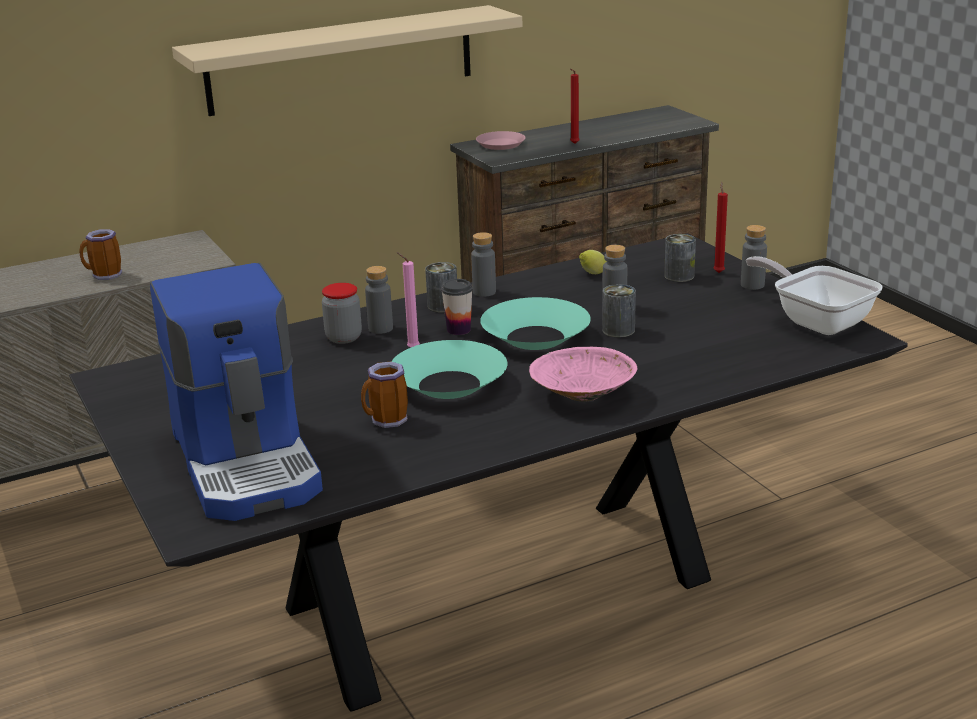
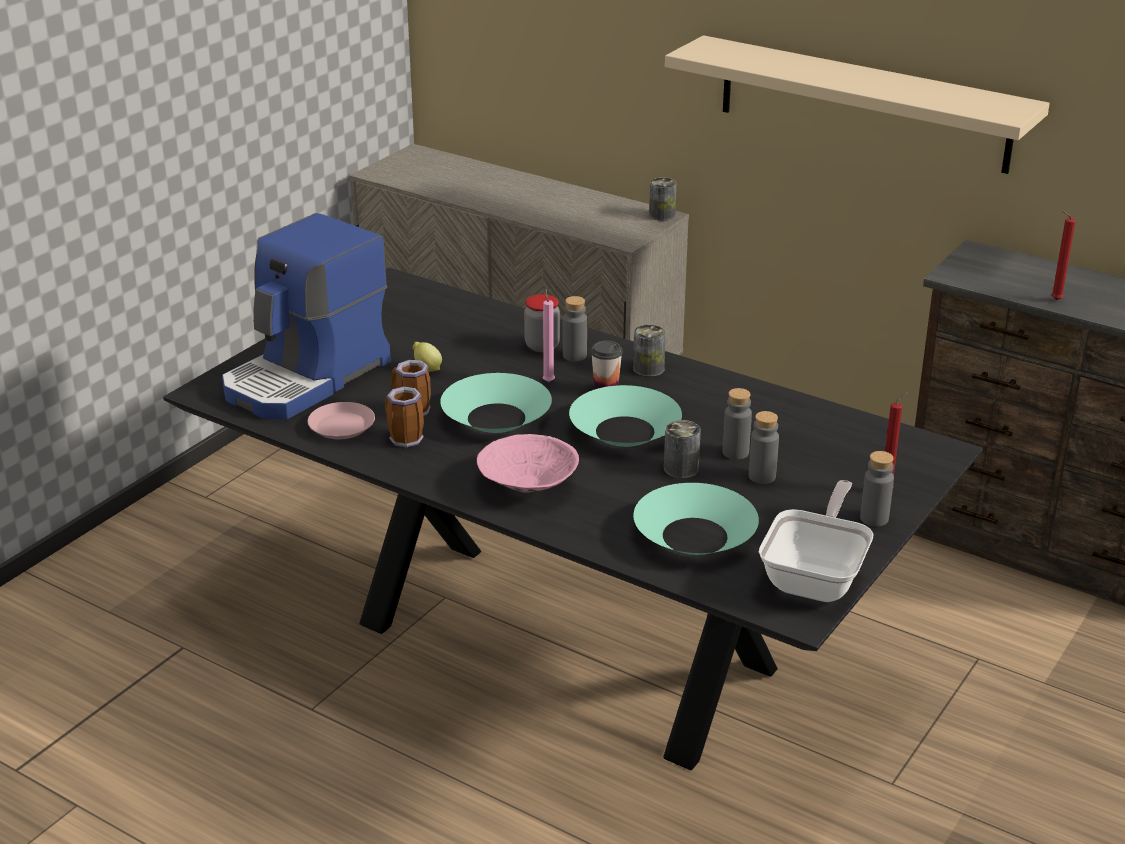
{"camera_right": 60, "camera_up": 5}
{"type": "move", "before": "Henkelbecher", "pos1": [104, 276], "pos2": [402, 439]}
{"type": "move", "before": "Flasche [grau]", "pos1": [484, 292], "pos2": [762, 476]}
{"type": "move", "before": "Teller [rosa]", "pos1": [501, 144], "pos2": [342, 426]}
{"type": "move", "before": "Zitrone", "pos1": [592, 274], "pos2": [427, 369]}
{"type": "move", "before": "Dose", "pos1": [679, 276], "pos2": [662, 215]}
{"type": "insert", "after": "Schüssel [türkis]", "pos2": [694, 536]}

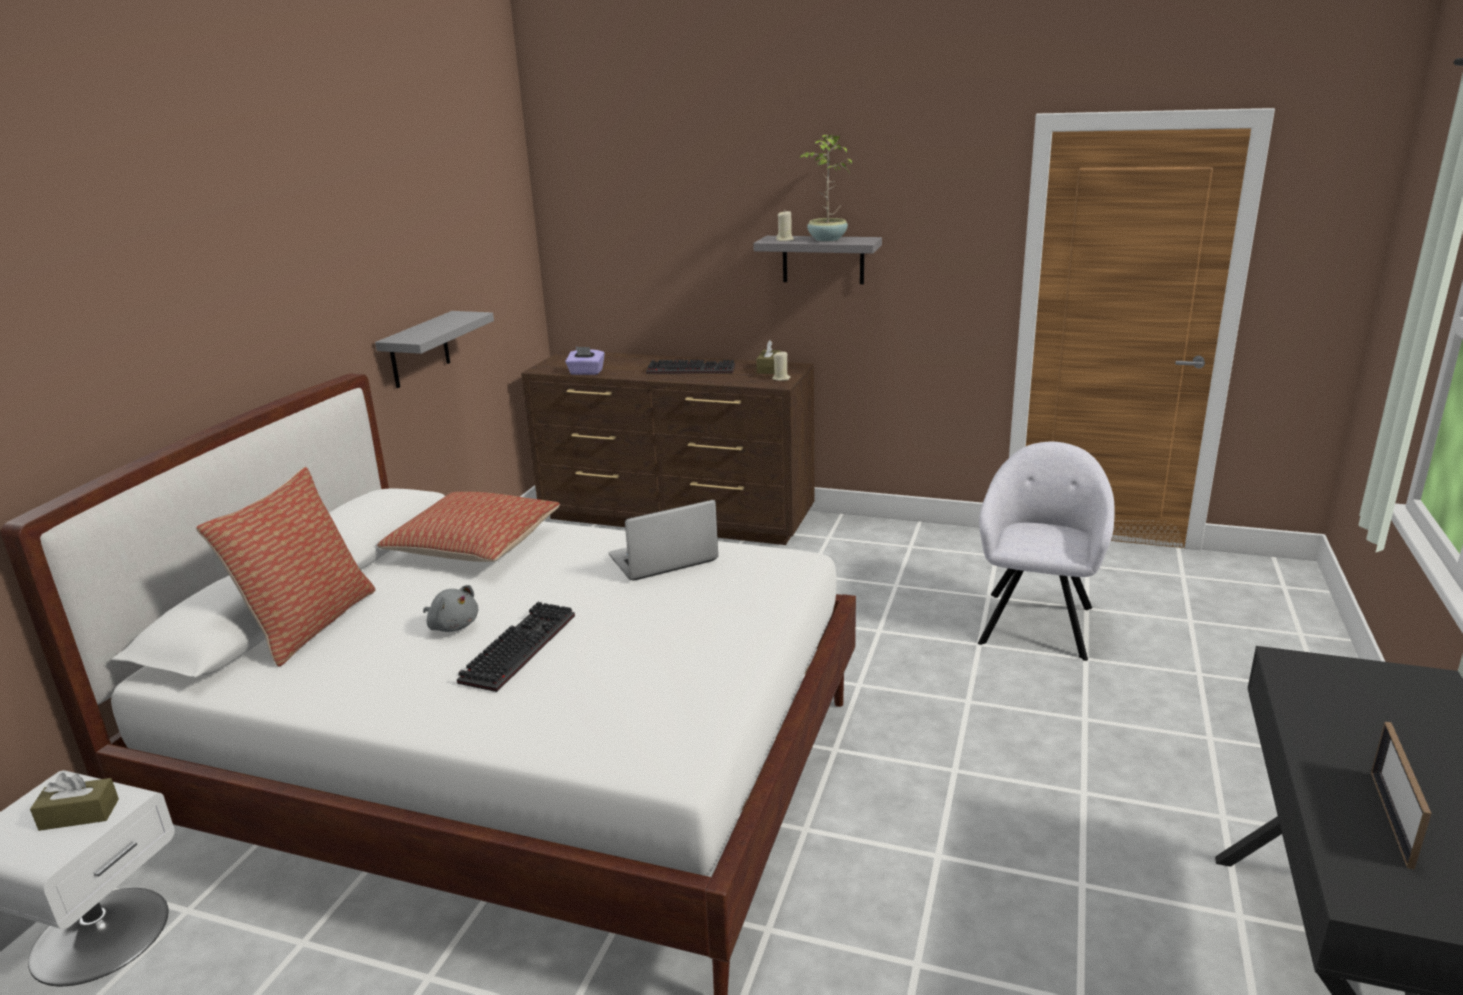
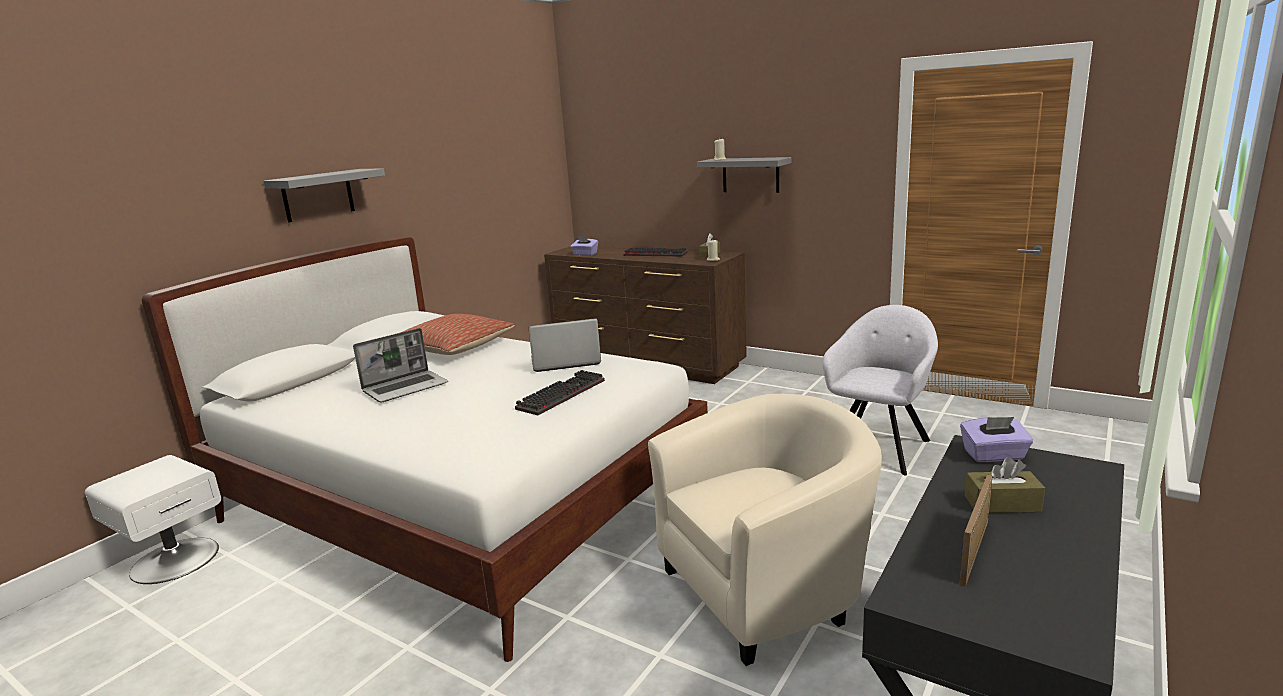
{"camera_right": 15, "camera_up": -5}
{"type": "move", "before": "Taschentuchbox [braun]", "pos1": [79, 814], "pos2": [1002, 504]}
{"type": "delete", "before": "Kissen", "pos1": [308, 624]}
{"type": "move", "before": "Wandregal [grau]", "pos1": [419, 350], "pos2": [318, 195]}
{"type": "replace", "before": "Plüschtier [grau]", "after": "Laptop", "pos1": [453, 626], "pos2": [406, 387]}
{"type": "move", "before": "Tastatur", "pos1": [518, 646], "pos2": [561, 394]}
{"type": "delete", "before": "Topfpflanze", "pos1": [826, 240]}
{"type": "insert", "after": "Sessel [beige]", "pos2": [767, 589]}
{"type": "insert", "after": "Taschentuchbox [lila]", "pos2": [994, 456]}

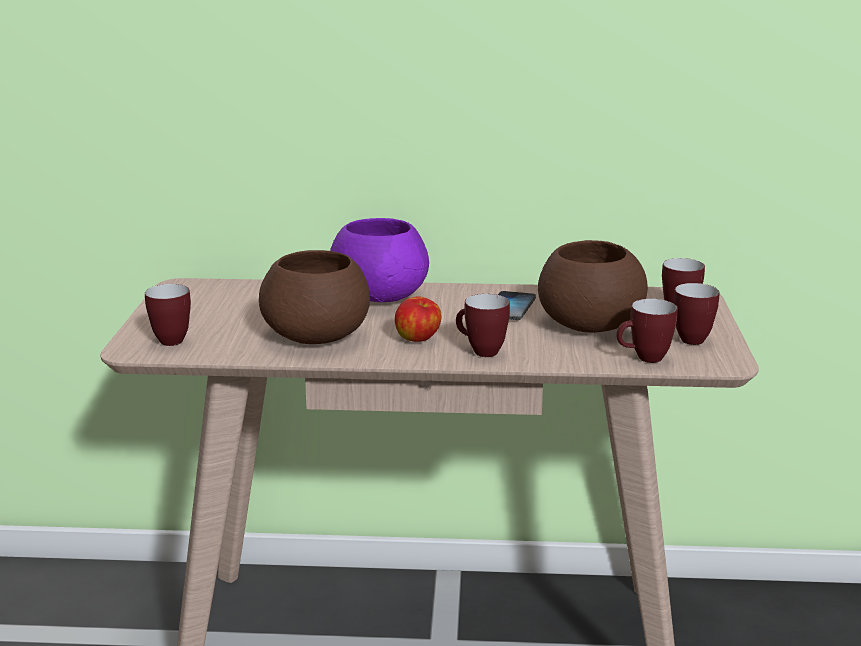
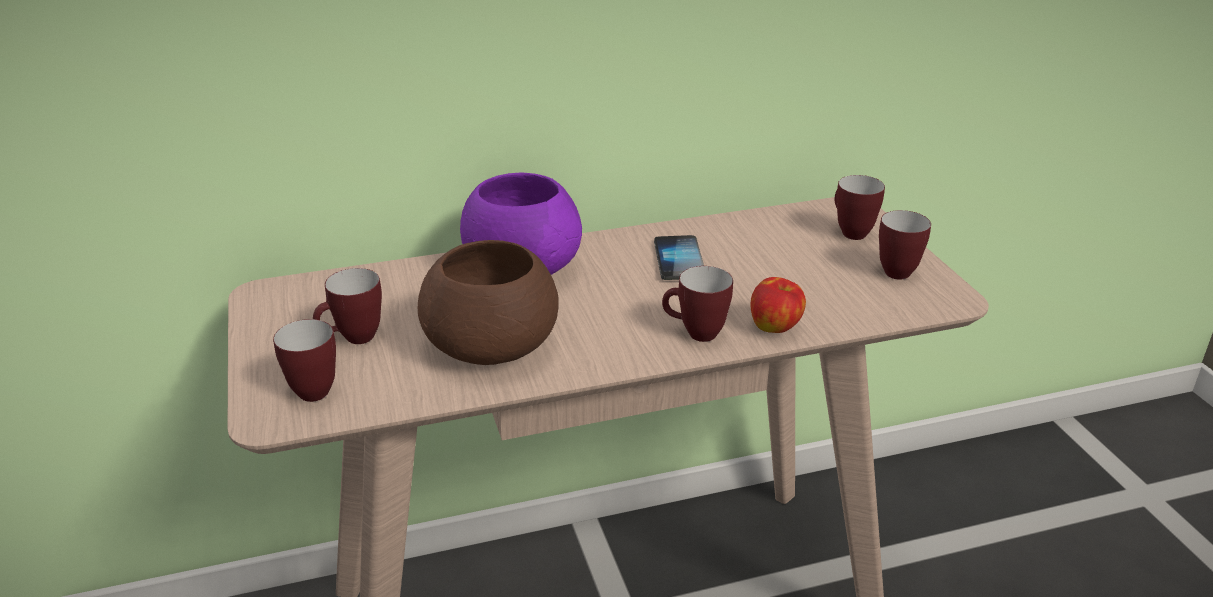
{"camera_right": -20, "camera_up": 10}
{"type": "move", "before": "Apfel", "pos1": [418, 339], "pos2": [775, 327]}
{"type": "delete", "before": "Schüssel [braun]", "pos1": [588, 325]}
{"type": "move", "before": "Henkelbecher", "pos1": [644, 359], "pos2": [353, 340]}

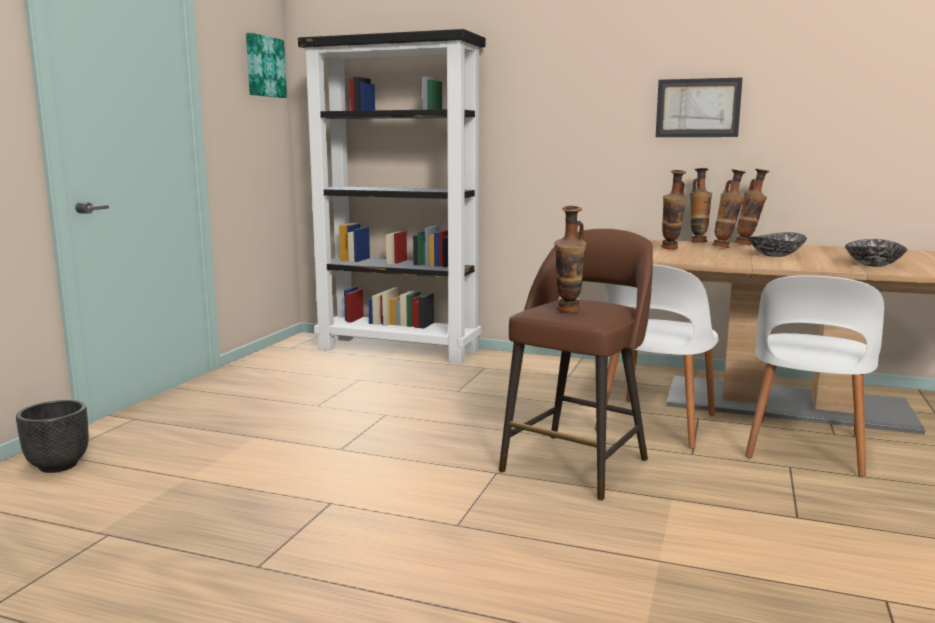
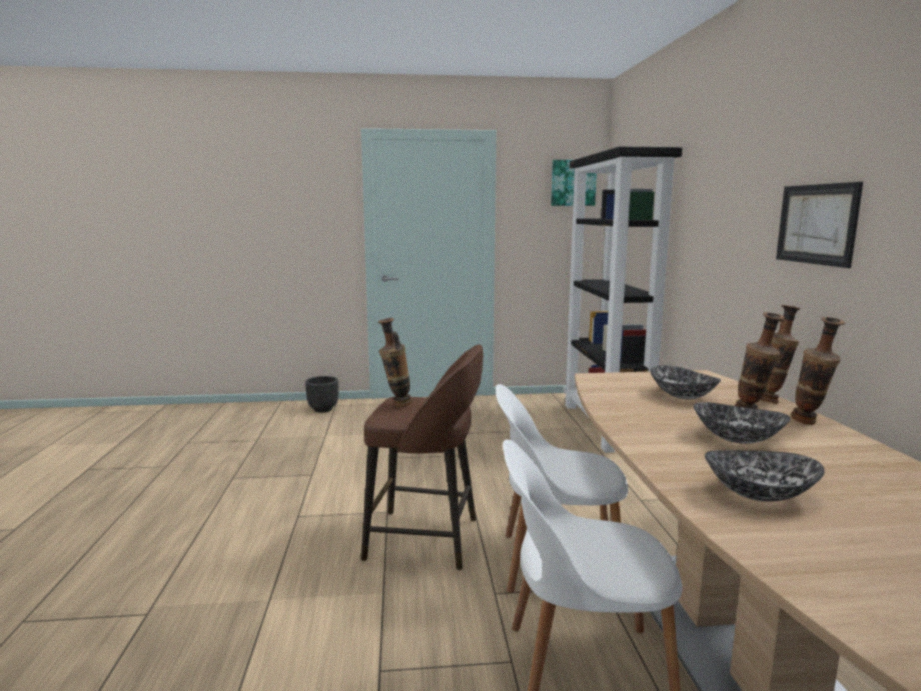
{"camera_right": 65, "camera_up": 0}
{"type": "replace", "before": "Vase", "after": "Schüssel", "pos1": [671, 249], "pos2": [683, 395]}

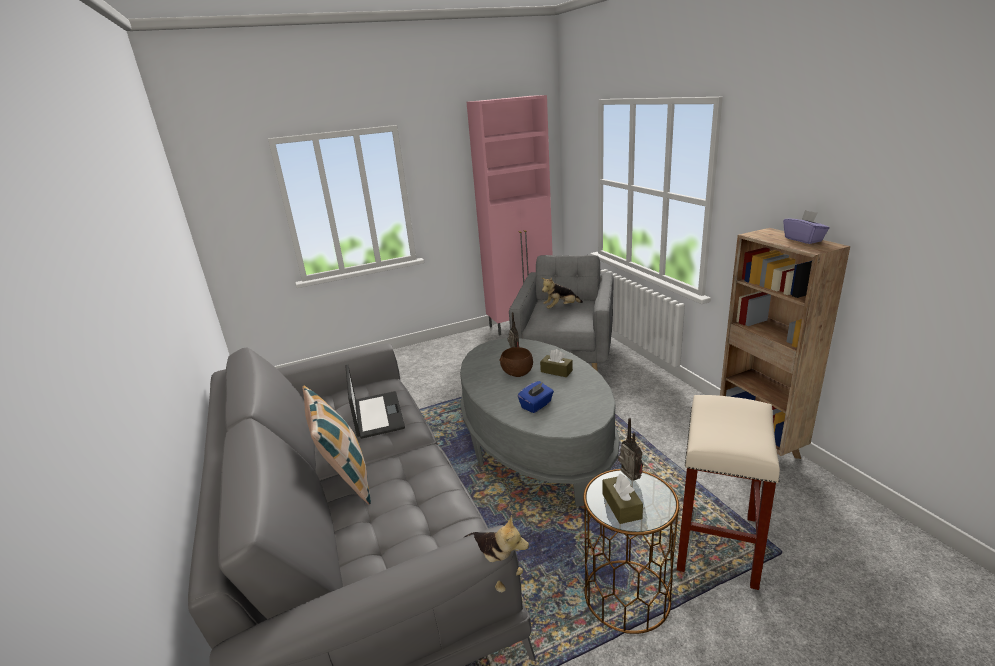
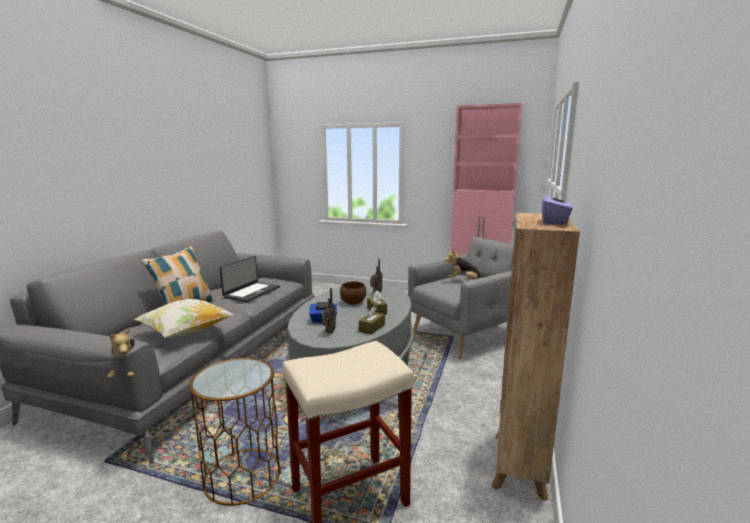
{"camera_right": 40, "camera_up": -10}
{"type": "move", "before": "Taschentuchbox [braun]", "pos1": [621, 506], "pos2": [372, 328]}
{"type": "move", "before": "Radio", "pos1": [629, 479], "pos2": [328, 332]}
{"type": "insert", "after": "Kissen", "pos2": [186, 333]}

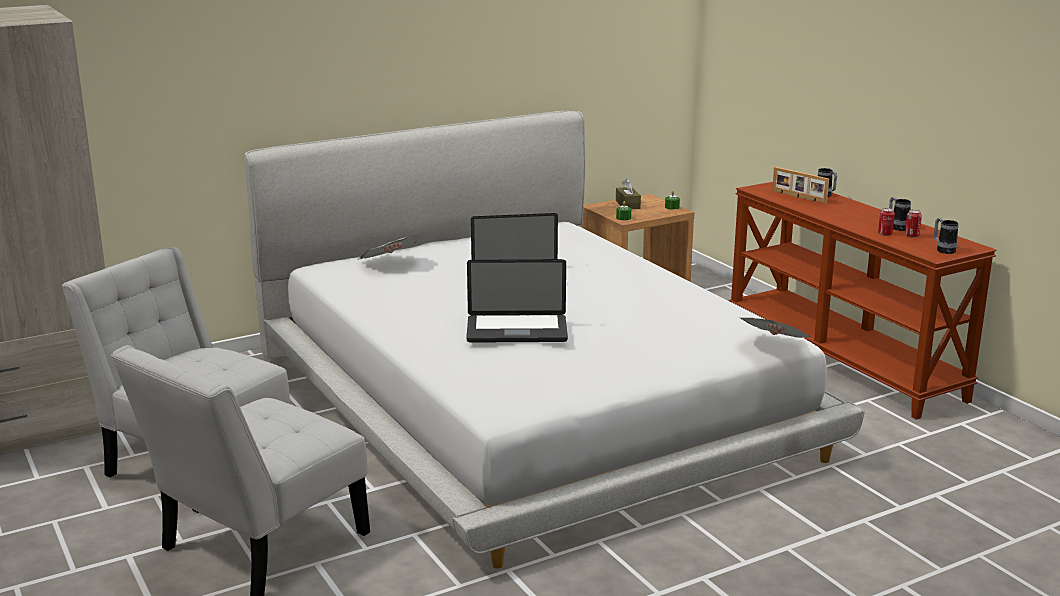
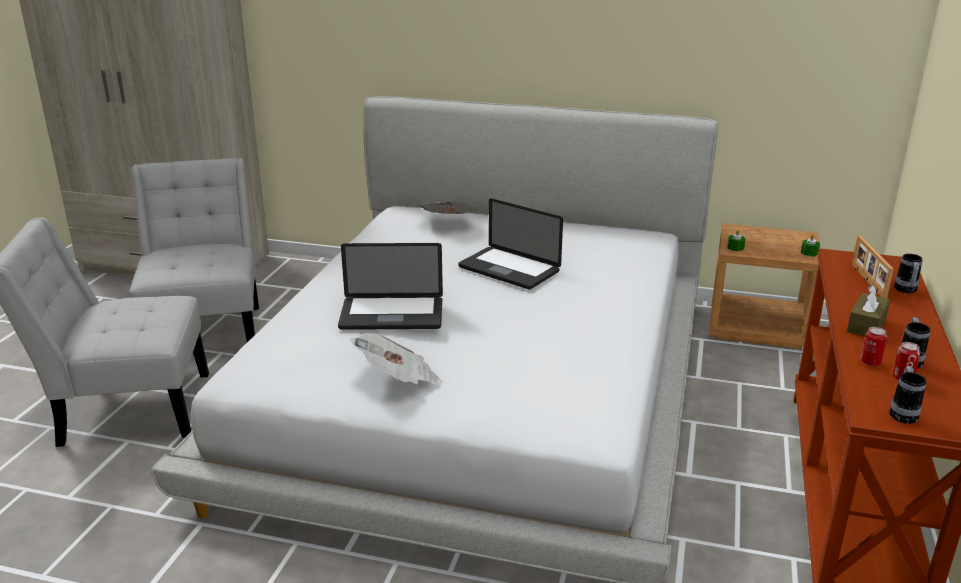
{"camera_right": 45, "camera_up": 5}
{"type": "rotate", "before": "Laptop", "pos1": [517, 331], "pos2": [391, 315], "turn": -45}
{"type": "move", "before": "Taschentuchbox [braun]", "pos1": [627, 204], "pos2": [866, 325]}
{"type": "move", "before": "Zeitung", "pos1": [775, 347], "pos2": [399, 379]}

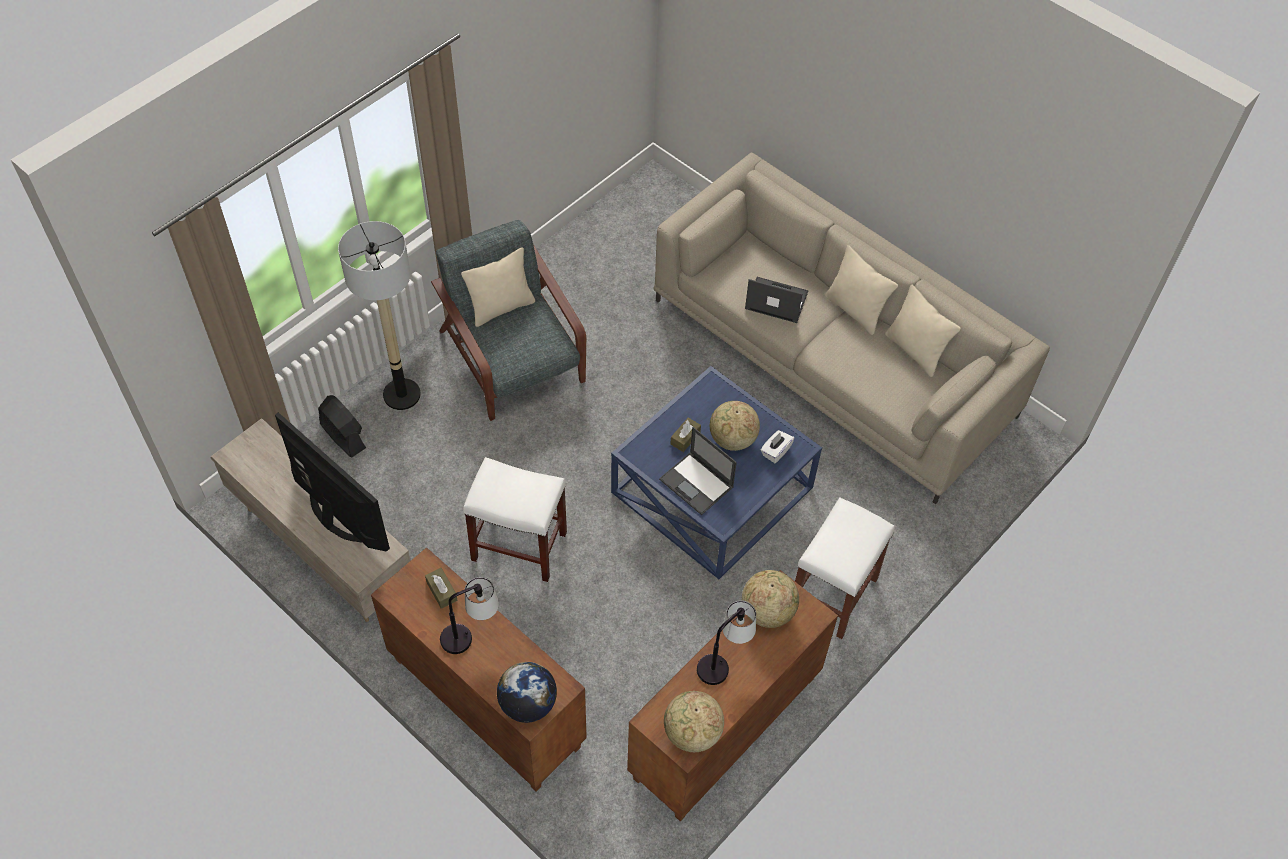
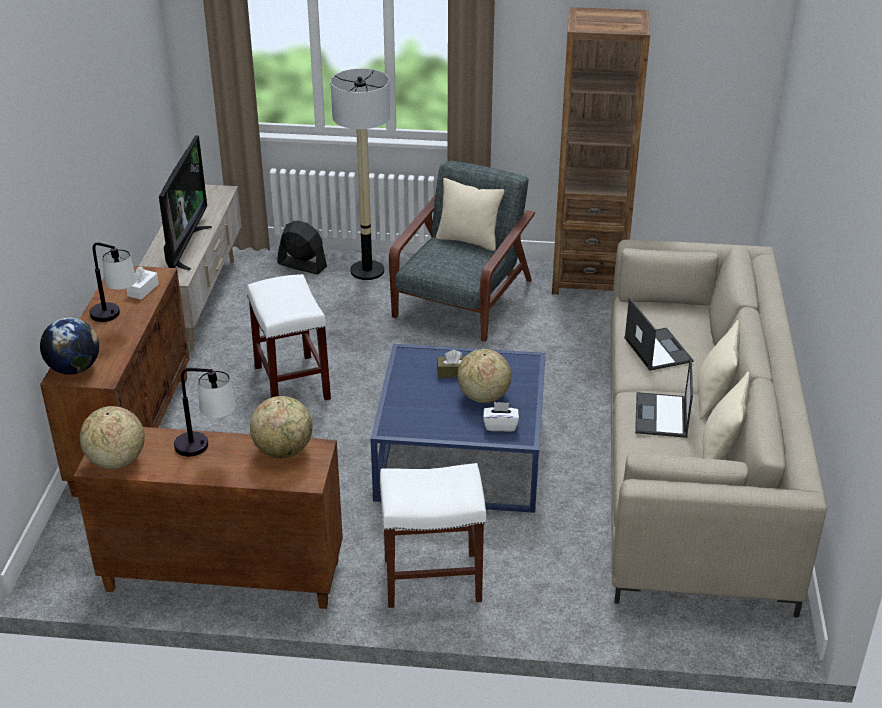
{"camera_right": 55, "camera_up": -20}
{"type": "rotate", "before": "Ventilator [schwarz]", "pos1": [343, 436], "pos2": [302, 265], "turn": -75}
{"type": "recolor", "before": "Taschentuchbox [braun]", "after": "Taschentuchbox [weiß]", "pos1": [441, 591], "pos2": [143, 290]}
{"type": "move", "before": "Laptop", "pos1": [697, 484], "pos2": [661, 416]}
{"type": "insert", "after": "Bücherregal [braun]", "pos2": [588, 280]}

